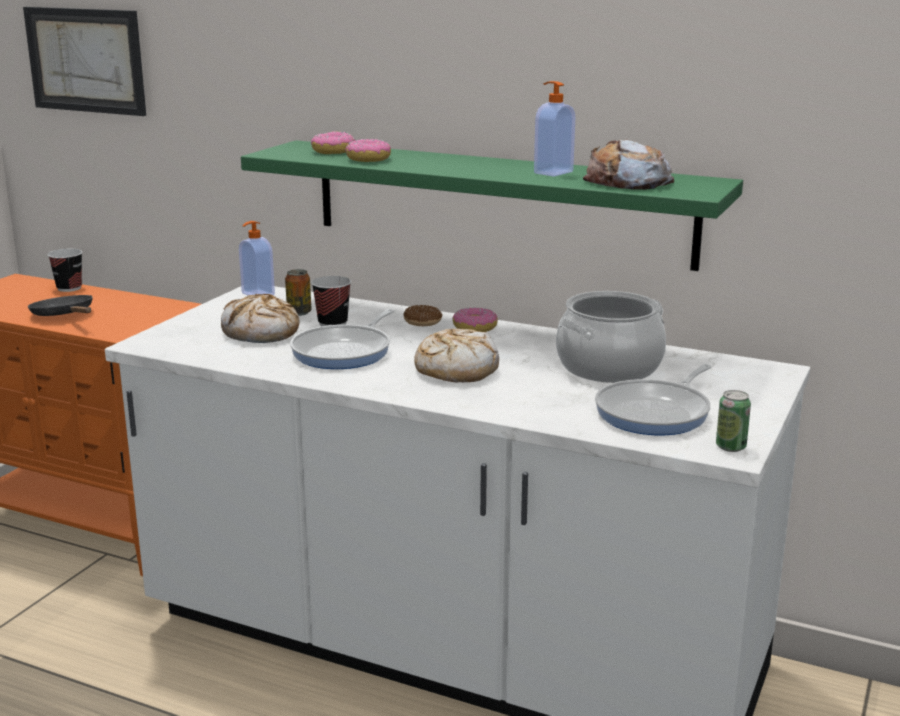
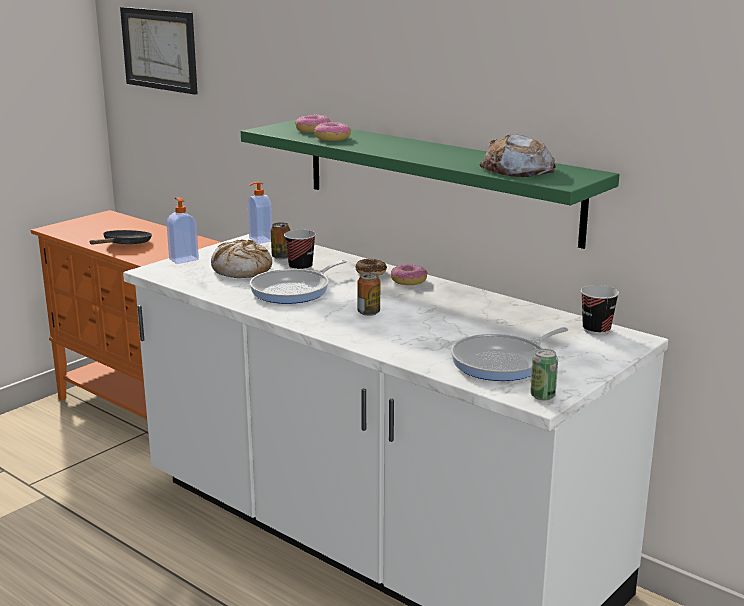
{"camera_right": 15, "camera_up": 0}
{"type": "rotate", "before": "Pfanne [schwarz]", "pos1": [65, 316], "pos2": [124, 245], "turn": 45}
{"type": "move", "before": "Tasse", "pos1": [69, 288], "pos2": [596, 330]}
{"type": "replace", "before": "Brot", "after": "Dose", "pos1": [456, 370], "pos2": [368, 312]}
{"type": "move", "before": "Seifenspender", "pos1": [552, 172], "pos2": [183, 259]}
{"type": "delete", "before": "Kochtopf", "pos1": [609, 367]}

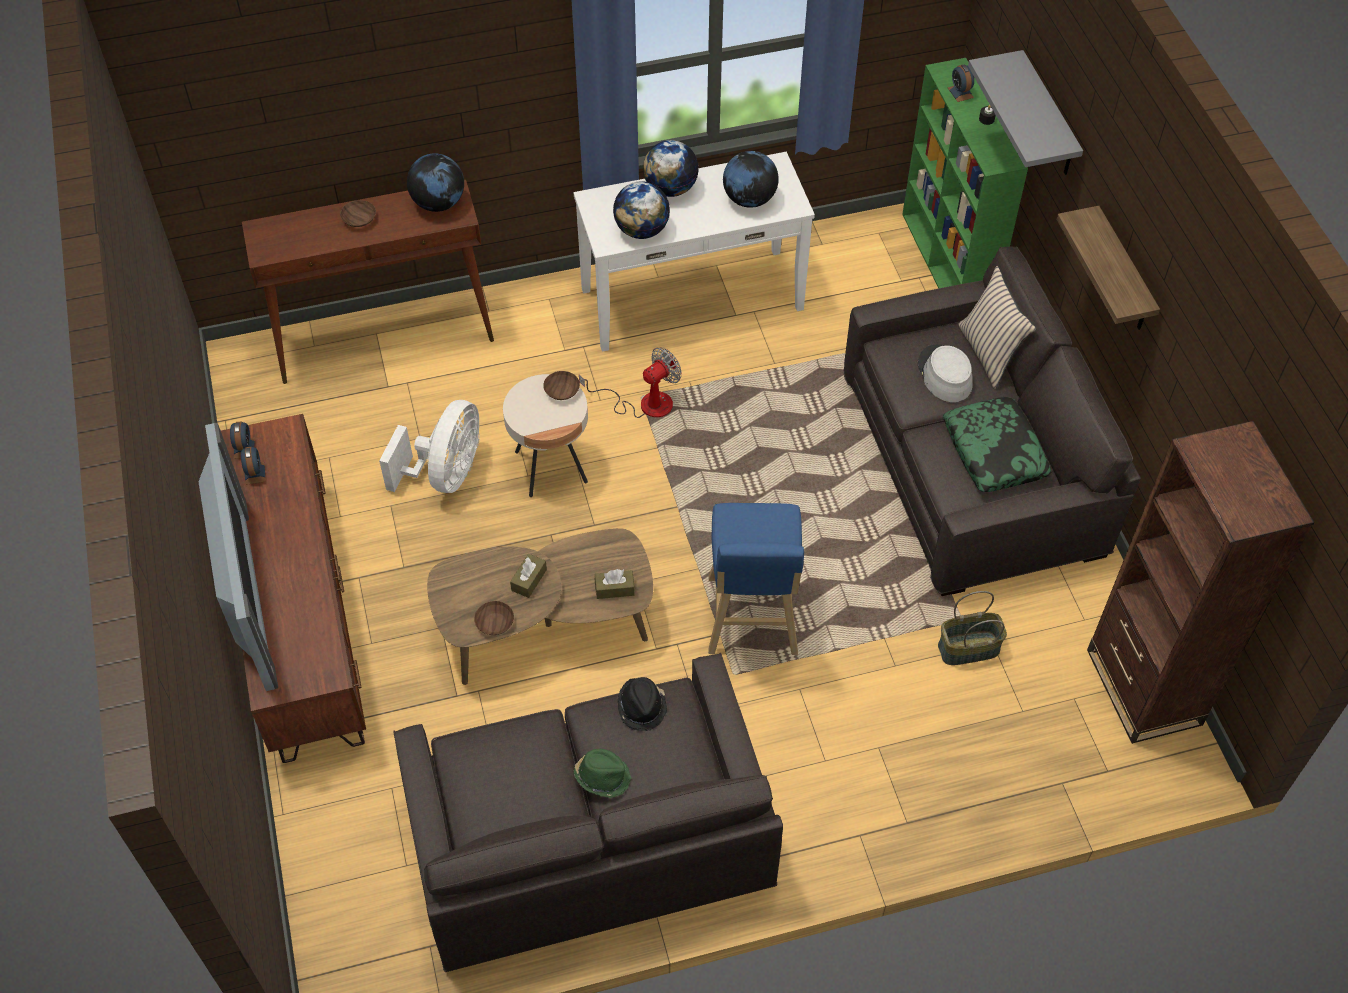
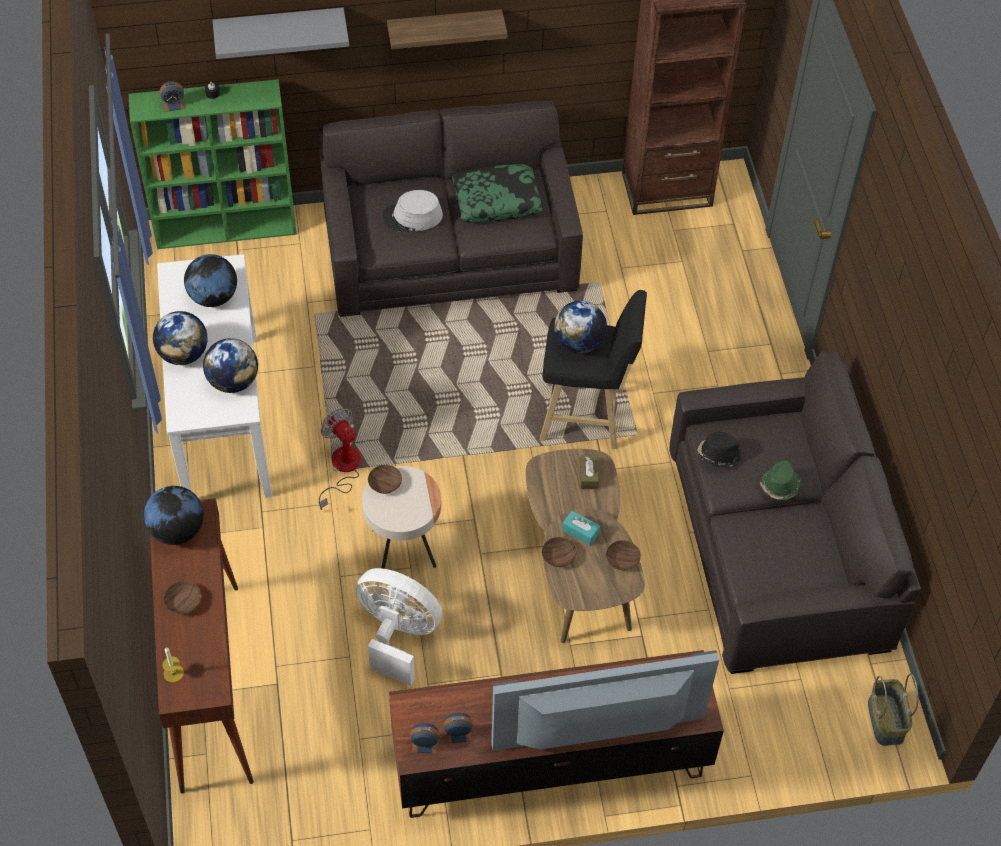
{"camera_right": -85, "camera_up": 0}
{"type": "recolor", "before": "Taschentuchbox [braun]", "after": "Taschentuchbox [türkis]", "pos1": [529, 580], "pos2": [580, 531]}
{"type": "recolor", "before": "Hocker [blau]", "after": "Hocker [schwarz]", "pos1": [752, 620], "pos2": [586, 416]}
{"type": "move", "before": "Korb", "pos1": [968, 649], "pos2": [886, 720]}
{"type": "delete", "before": "Kissen [beige]", "pos1": [989, 353]}
{"type": "insert", "after": "Kerze", "pos2": [173, 673]}
{"type": "insert", "after": "Schüssel [braun]", "pos2": [557, 556]}
{"type": "insert", "after": "Globus", "pos2": [578, 343]}

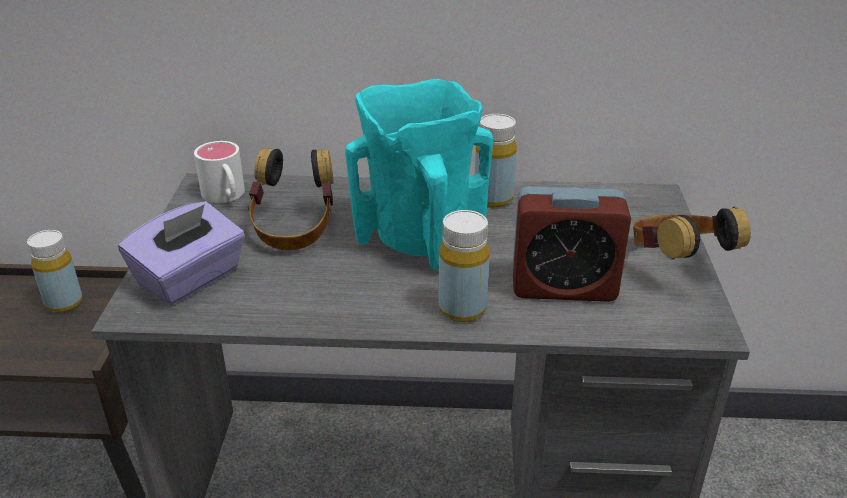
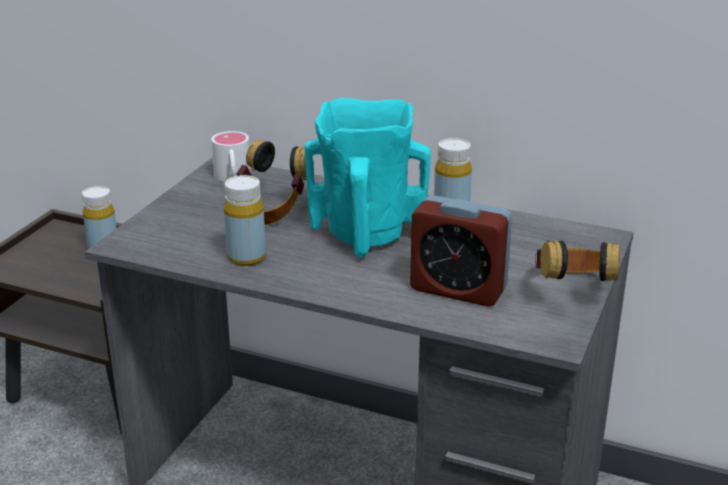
{"camera_right": 20, "camera_up": -5}
{"type": "delete", "before": "Taschentuchbox [lila]", "pos1": [191, 278]}
{"type": "move", "before": "Flasche [gelb]", "pos1": [462, 309], "pos2": [246, 257]}

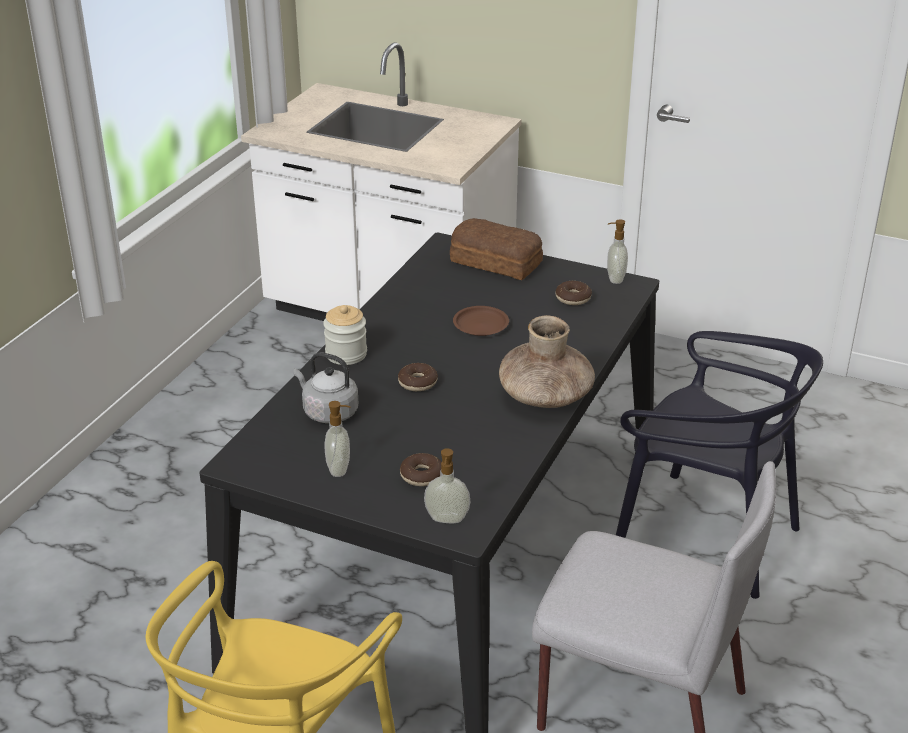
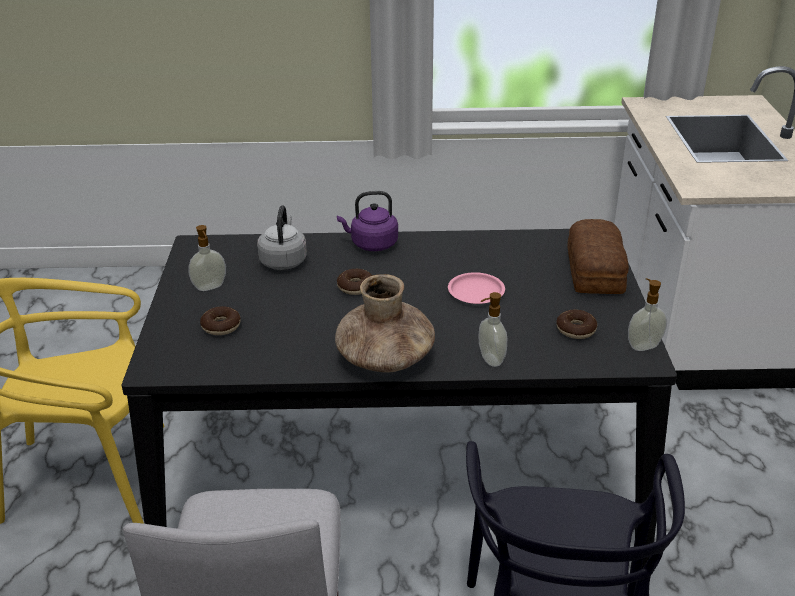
{"camera_right": 65, "camera_up": 0}
{"type": "replace", "before": "Vorratsglas", "after": "Wasserkessel [lila]", "pos1": [346, 354], "pos2": [371, 244]}
{"type": "move", "before": "Seifenspender", "pos1": [447, 519], "pos2": [490, 359]}
{"type": "recolor", "before": "Teller [braun]", "after": "Teller [rosa]", "pos1": [481, 325], "pos2": [476, 292]}

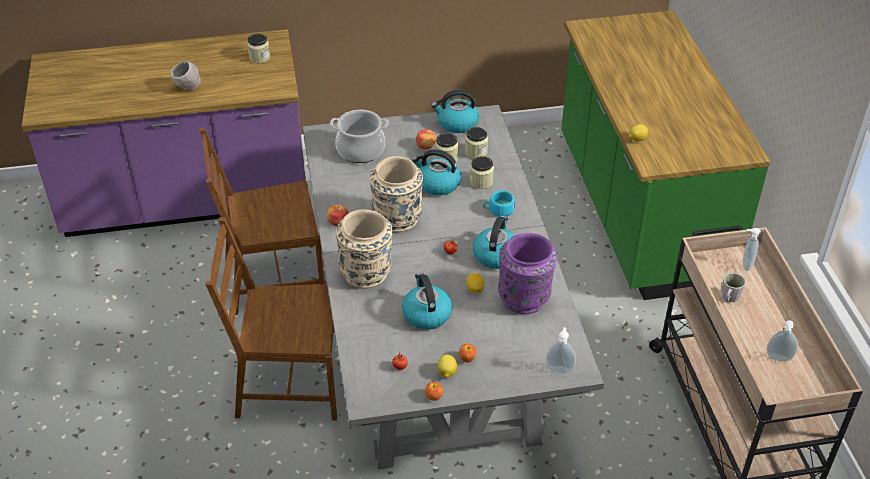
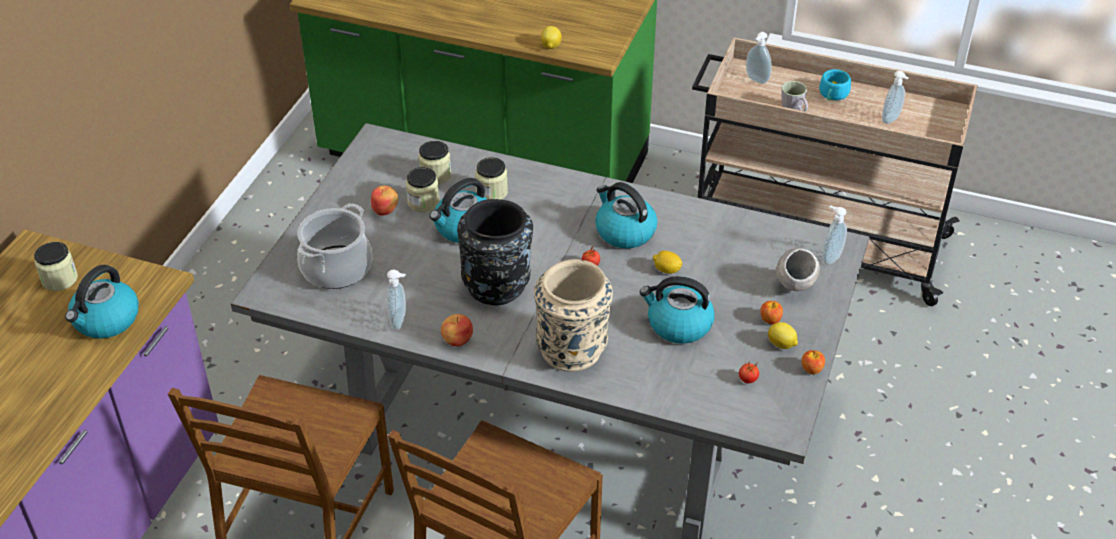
{"camera_right": -60, "camera_up": 0}
{"type": "move", "before": "Schüssel [grau]", "pos1": [188, 88], "pos2": [794, 288]}
{"type": "recolor", "before": "Vase [beige]", "after": "Vase [schwarz]", "pos1": [397, 219], "pos2": [497, 286]}
{"type": "move", "before": "Wasserkessel", "pos1": [457, 123], "pos2": [106, 320]}
{"type": "move", "before": "Tasse [türkis]", "pos1": [498, 210], "pos2": [832, 95]}
{"type": "delete", "before": "Vase [lila]", "pos1": [525, 298]}
{"type": "insert", "after": "Seifenspender", "pos2": [400, 322]}

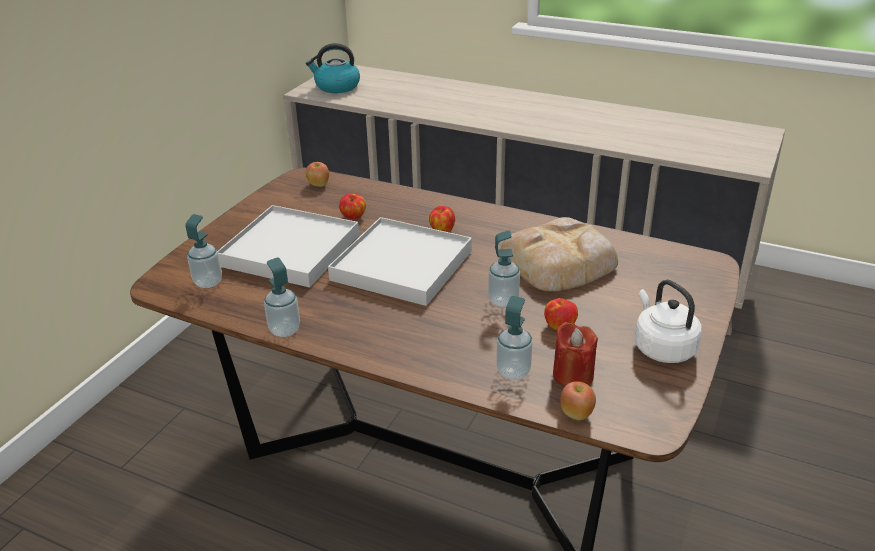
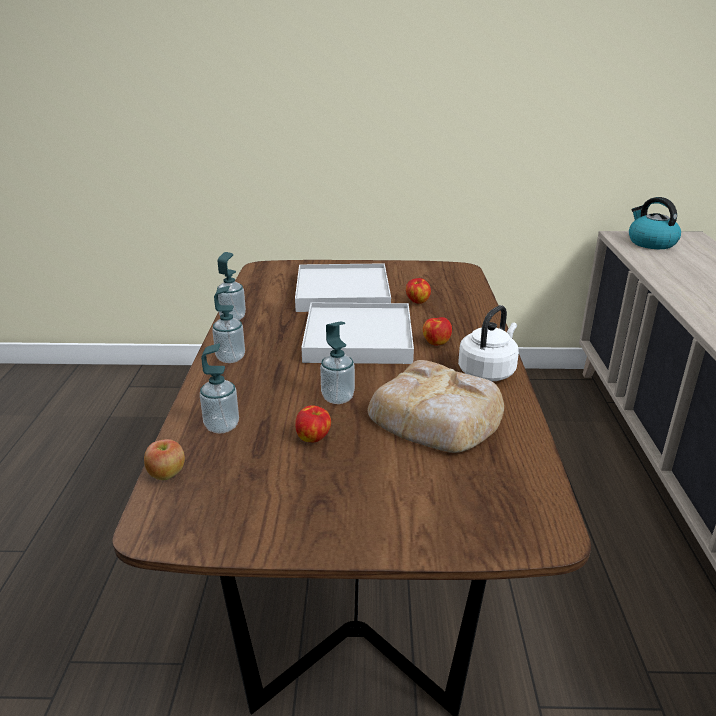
{"camera_right": 65, "camera_up": -5}
{"type": "move", "before": "Seifenspender", "pos1": [208, 282], "pos2": [230, 358]}
{"type": "delete", "before": "Apfel", "pos1": [318, 185]}
{"type": "delete", "before": "Kerze [rot]", "pos1": [573, 375]}
{"type": "move", "before": "Wasserkessel [weiß]", "pos1": [662, 348], "pos2": [488, 371]}

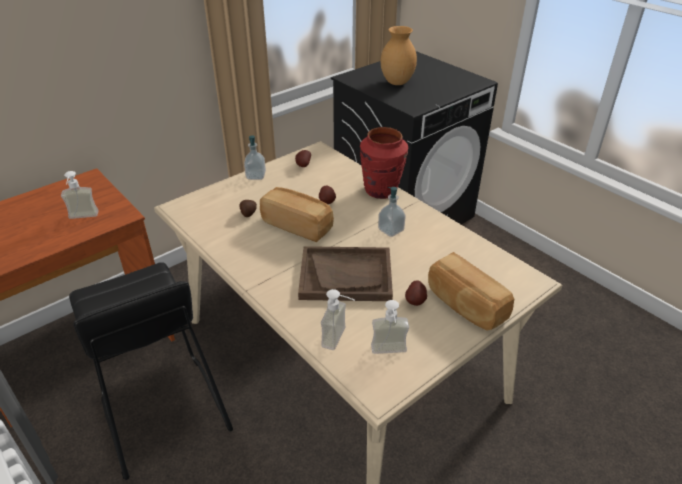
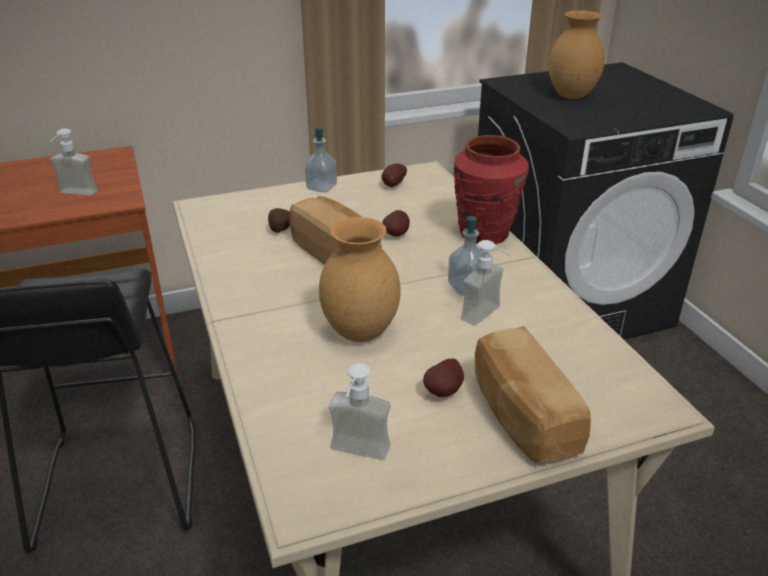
{"camera_right": 20, "camera_up": -5}
{"type": "replace", "before": "Tablett [braun]", "after": "Vase [braun]", "pos1": [346, 275], "pos2": [362, 333]}
{"type": "move", "before": "Seifenspender", "pos1": [340, 339], "pos2": [488, 317]}

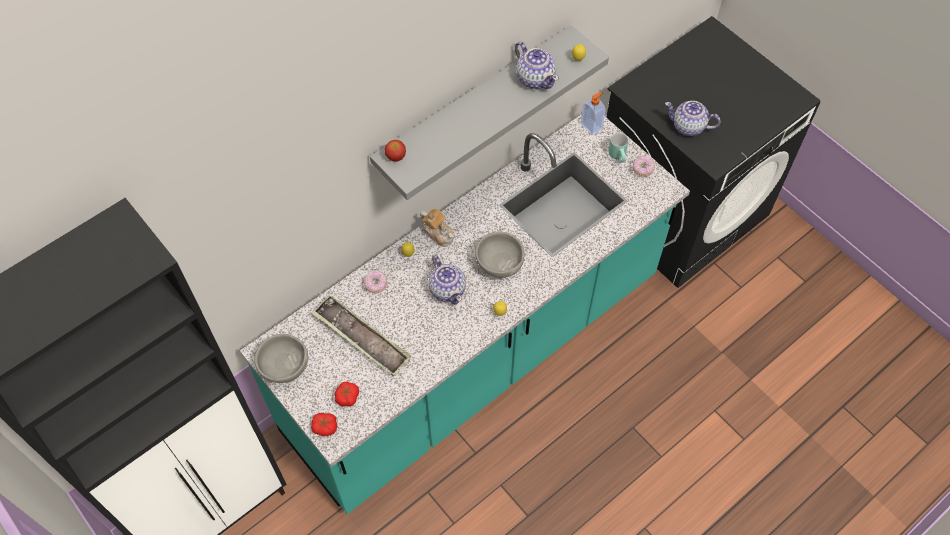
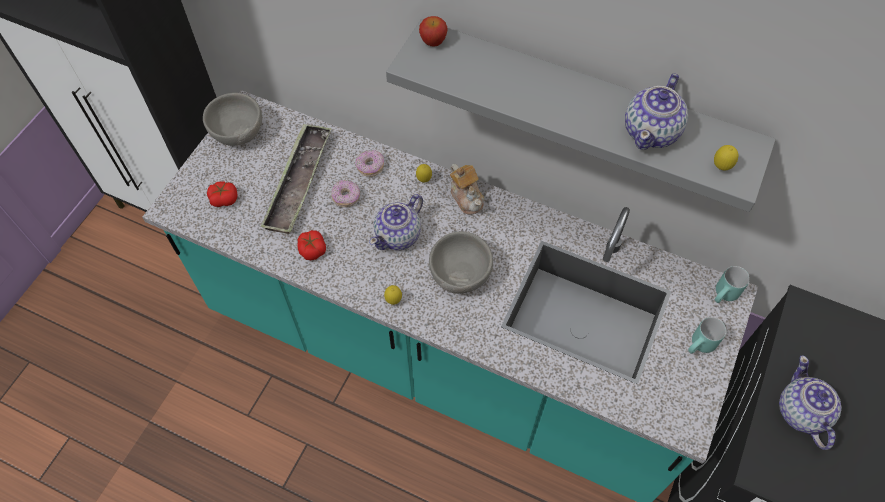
{"camera_right": 65, "camera_up": 0}
{"type": "move", "before": "Tomate", "pos1": [325, 427], "pos2": [312, 249]}
{"type": "rotate", "before": "Teekanne", "pos1": [438, 233], "pos2": [467, 197], "turn": -45}
{"type": "replace", "before": "Seifenspender", "after": "Henkelbecher [türkis]", "pos1": [591, 126], "pos2": [725, 296]}
{"type": "move", "before": "Donut", "pos1": [642, 169], "pos2": [346, 197]}

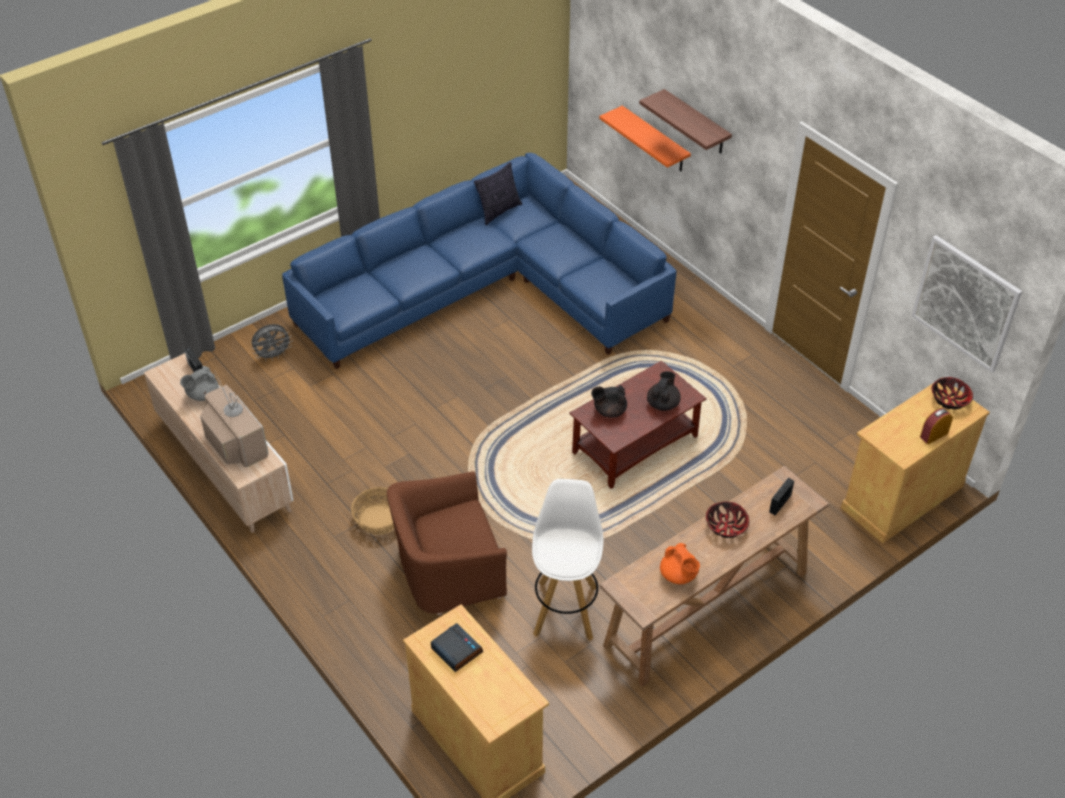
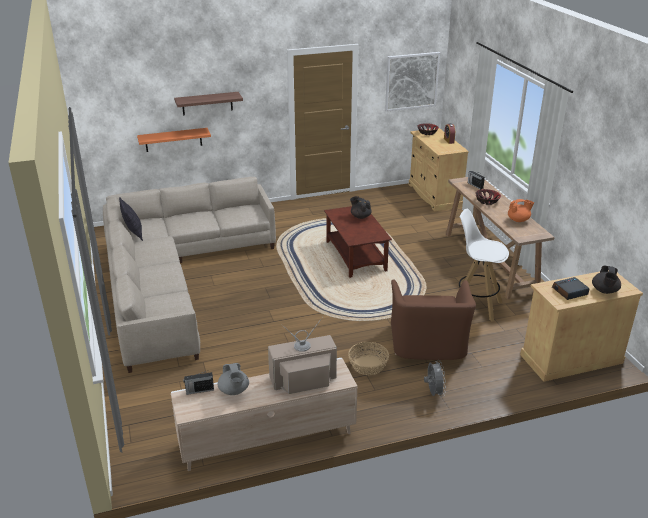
{"camera_right": -70, "camera_up": -15}
{"type": "move", "before": "Ventilator [grau]", "pos1": [273, 356], "pos2": [433, 393]}
{"type": "recolor", "before": "Sofa [blau]", "after": "Sofa [beige]", "pos1": [488, 290], "pos2": [175, 278]}
{"type": "move", "before": "Teekanne [schwarz]", "pos1": [609, 411], "pos2": [604, 291]}

